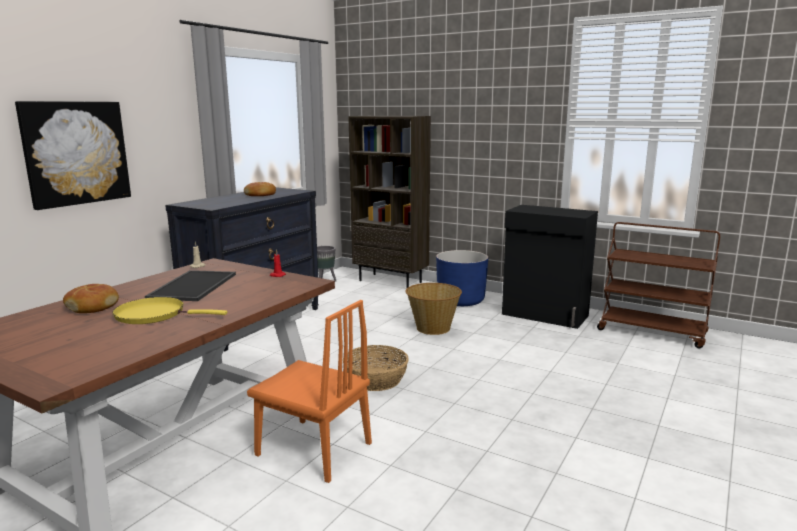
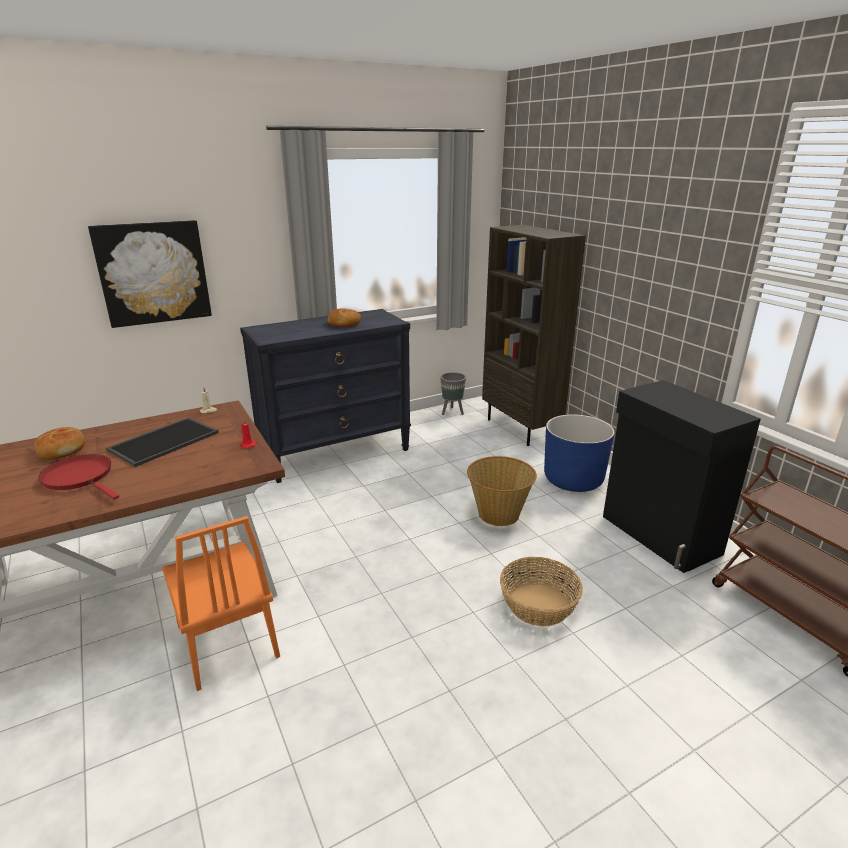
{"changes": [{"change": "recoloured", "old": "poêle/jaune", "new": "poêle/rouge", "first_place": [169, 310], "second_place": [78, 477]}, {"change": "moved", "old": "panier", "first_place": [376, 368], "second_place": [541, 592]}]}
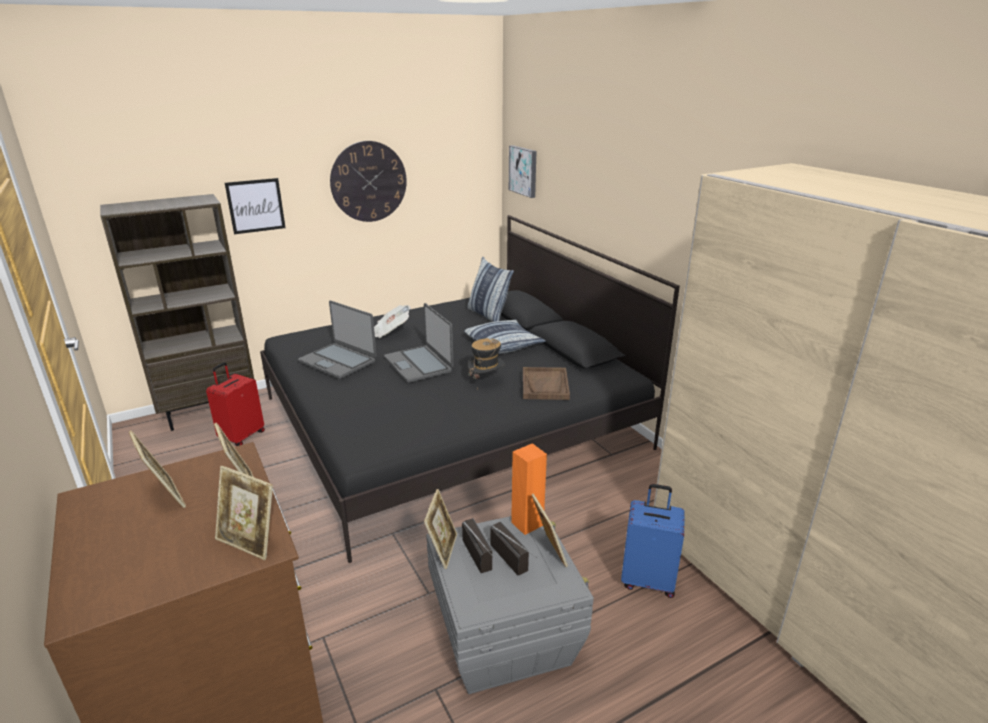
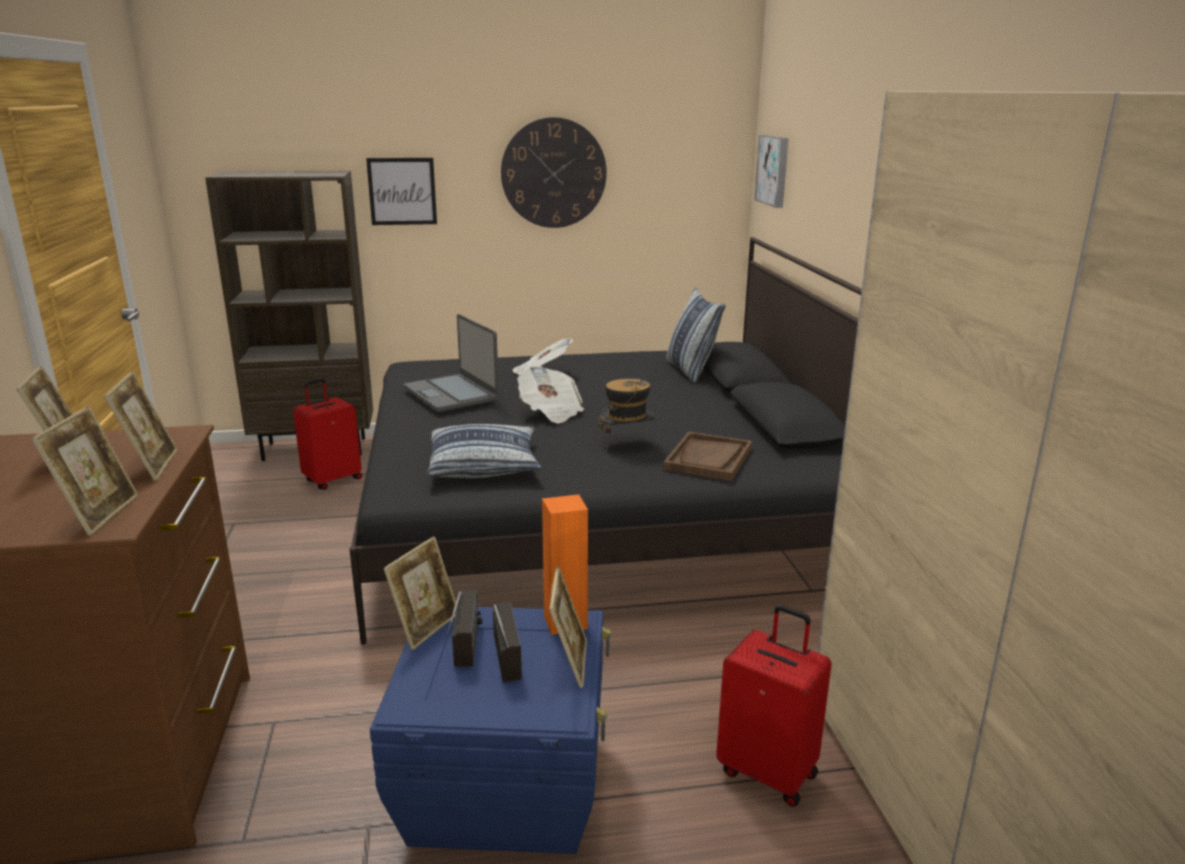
{"changes": [{"change": "turned", "old": "cadre photo", "first_place": [244, 513], "second_place": [84, 471], "degrees": -135}, {"change": "replaced", "old": "ordinateur portable", "new": "journal", "first_place": [419, 343], "second_place": [550, 395]}, {"change": "recoloured", "old": "boîte de rangement/gris", "new": "boîte de rangement/bleu", "first_place": [510, 605], "second_place": [490, 730]}, {"change": "moved", "old": "coussin", "first_place": [505, 336], "second_place": [484, 451]}, {"change": "recoloured", "old": "valise/bleu", "new": "valise/rouge", "first_place": [653, 541], "second_place": [774, 706]}]}
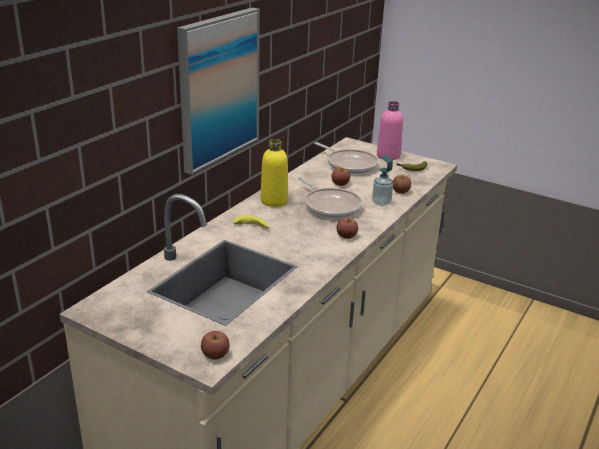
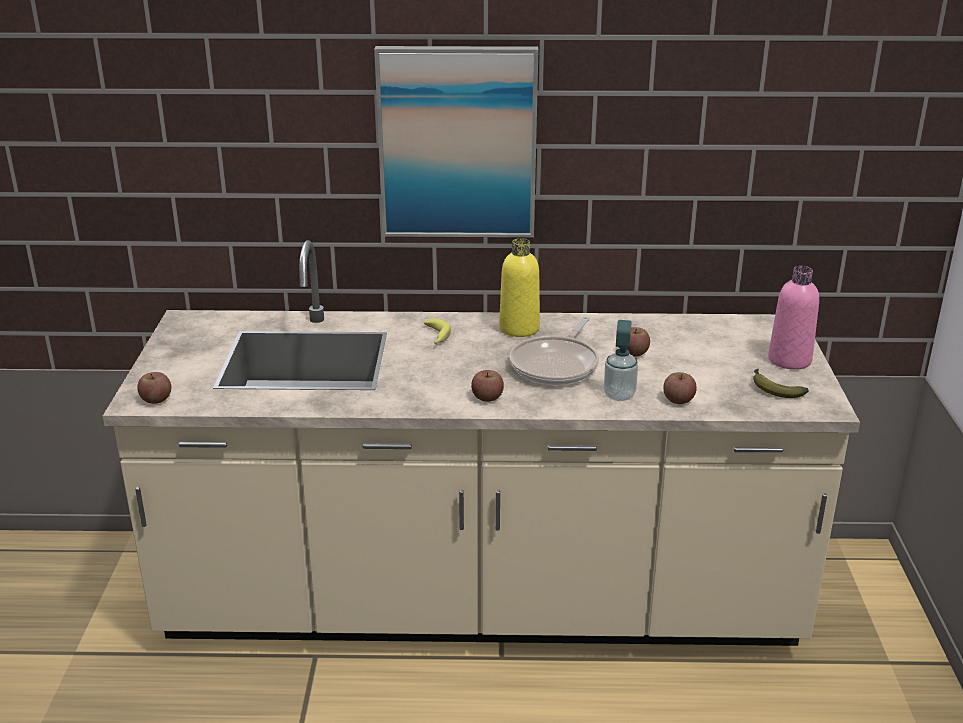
{"changes": [{"change": "removed", "old": "poêle", "first_place": [346, 158]}]}
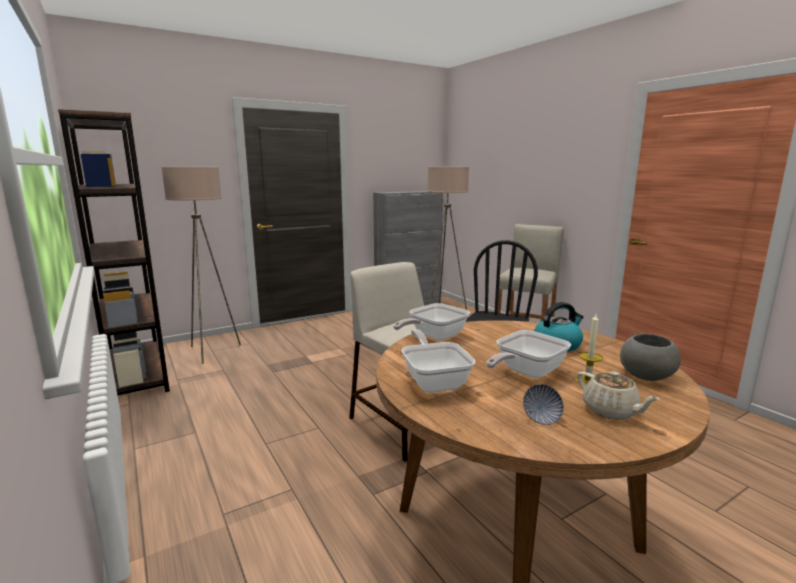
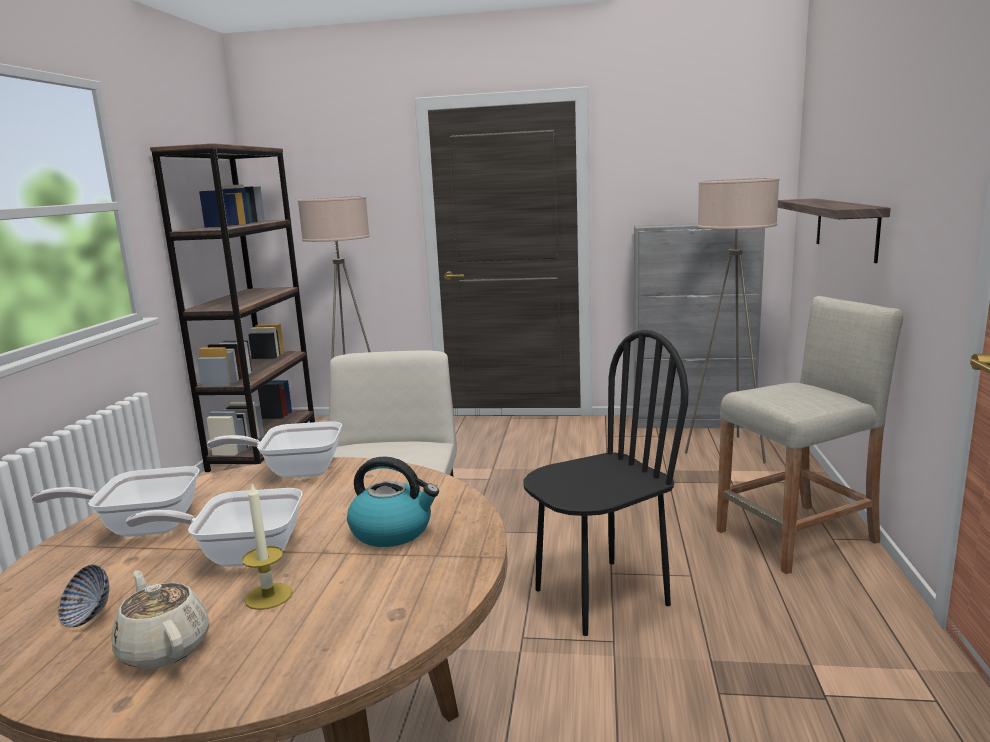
{"changes": [{"change": "turned", "old": "poêle", "first_place": [439, 361], "second_place": [116, 501], "degrees": -120}, {"change": "turned", "old": "théière/beige", "first_place": [618, 395], "second_place": [161, 619], "degrees": 135}, {"change": "removed", "old": "bol/gris", "first_place": [650, 357]}, {"change": "added", "new": "étagère", "second_place": [834, 231]}]}
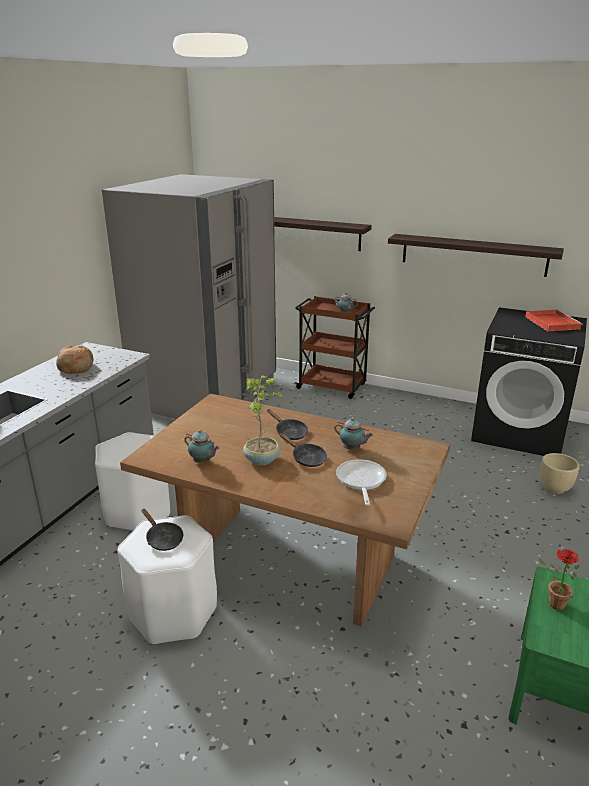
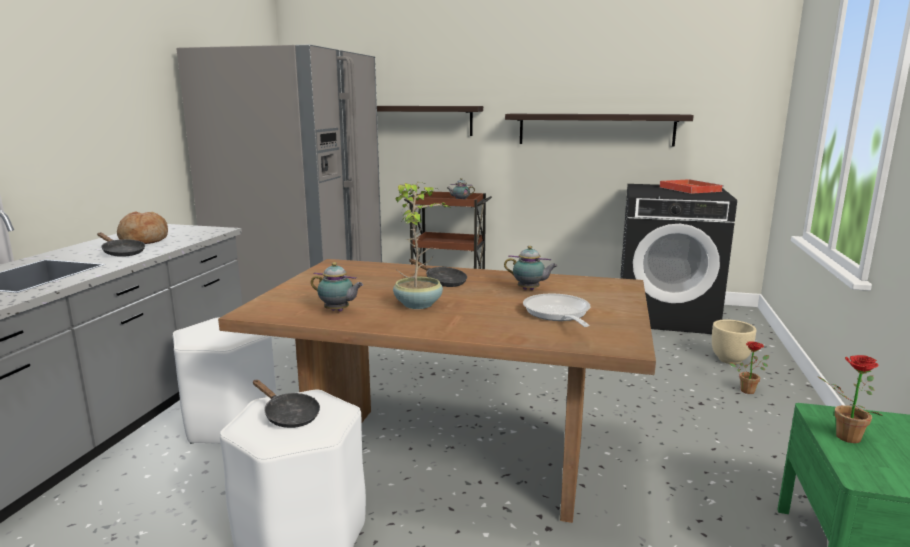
{"changes": [{"change": "moved", "old": "poêle/noir", "first_place": [303, 450], "second_place": [121, 245]}, {"change": "added", "new": "plante en pot", "second_place": [749, 367]}]}
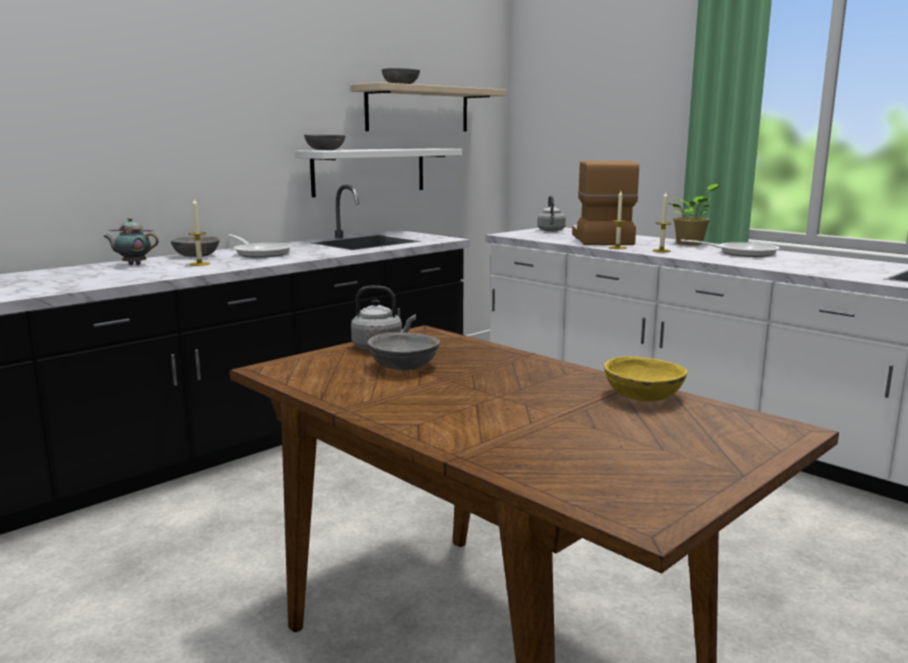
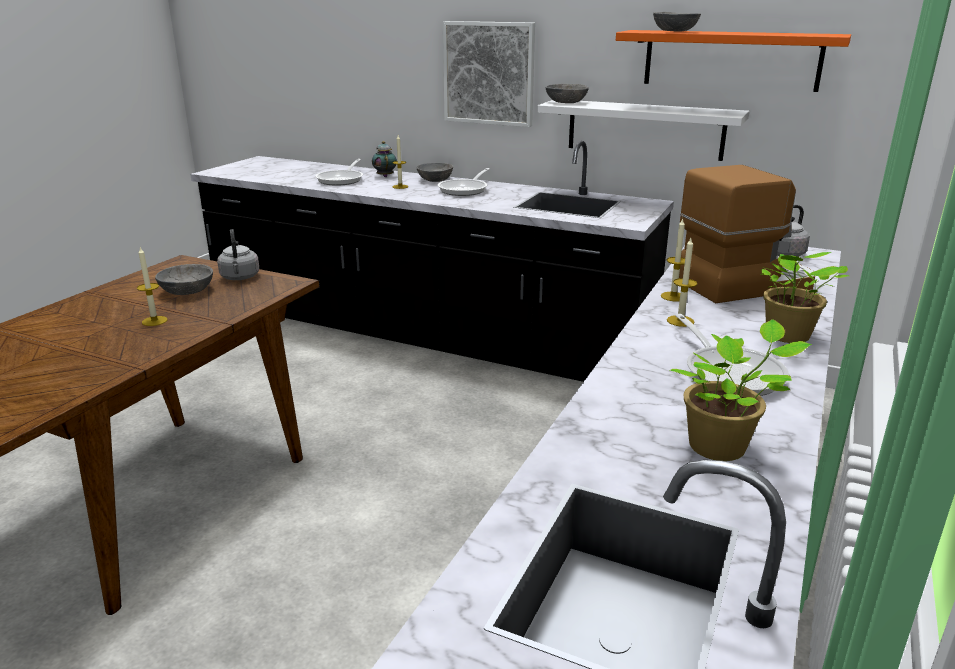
{"changes": [{"change": "recoloured", "old": "étagère/beige", "new": "étagère/orange", "first_place": [428, 106], "second_place": [733, 61]}, {"change": "removed", "old": "bol/jaune", "first_place": [645, 378]}, {"change": "added", "new": "bougie", "second_place": [152, 286]}, {"change": "added", "new": "poêle", "second_place": [339, 172]}, {"change": "added", "new": "tableau", "second_place": [489, 74]}, {"change": "added", "new": "plante en pot", "second_place": [741, 390]}]}
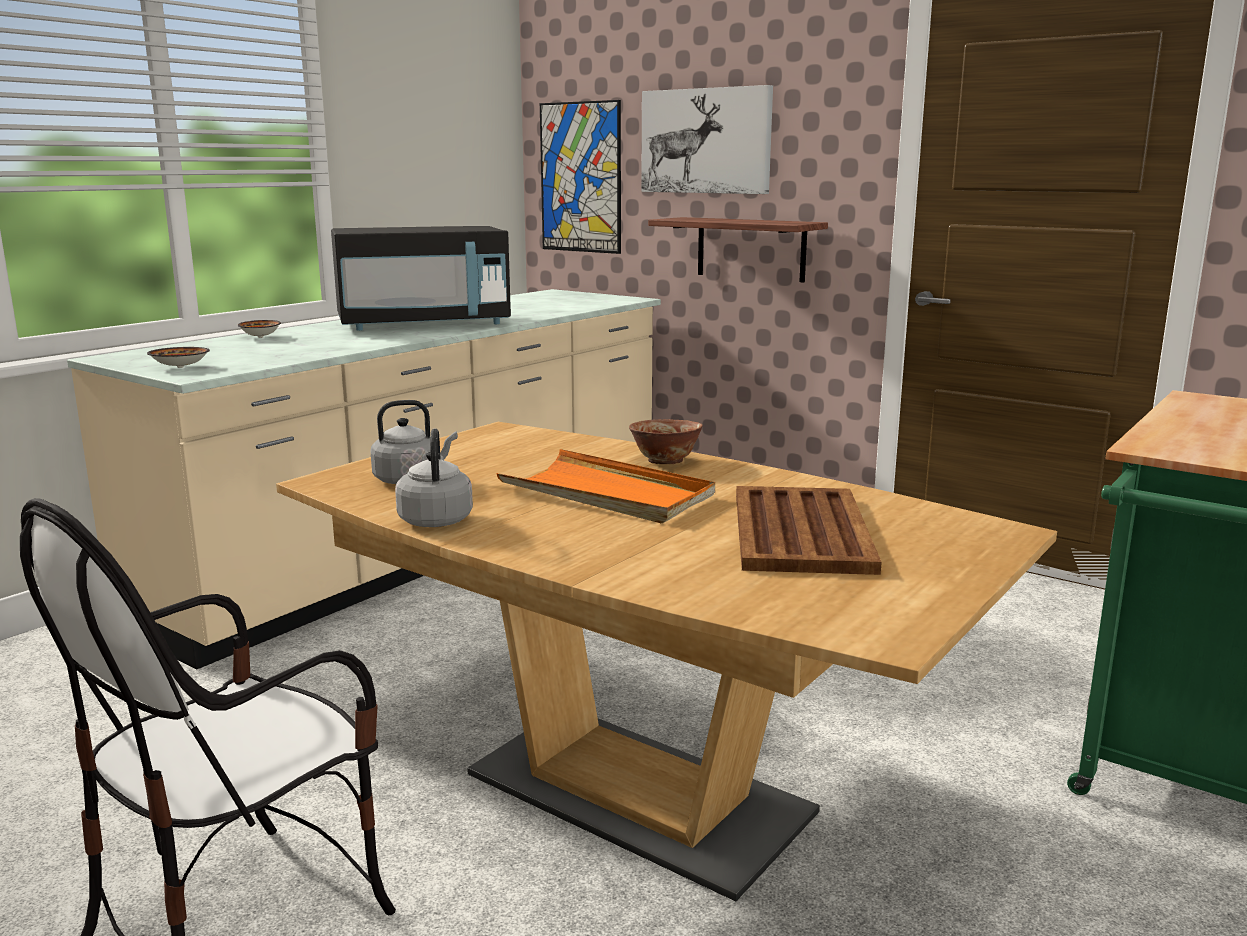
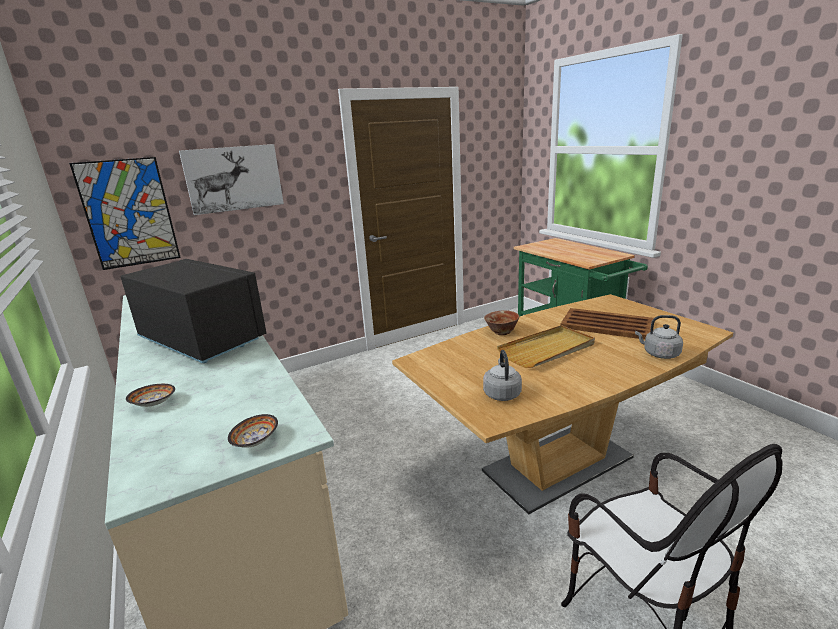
{"changes": [{"change": "turned", "old": "micro-ondes/noir", "first_place": [421, 278], "second_place": [193, 311], "degrees": -60}, {"change": "moved", "old": "bouilloire/gris", "first_place": [434, 478], "second_place": [659, 337]}, {"change": "recoloured", "old": "plateau/orange", "new": "plateau/beige", "first_place": [605, 486], "second_place": [546, 346]}, {"change": "removed", "old": "étagère", "first_place": [738, 250]}]}
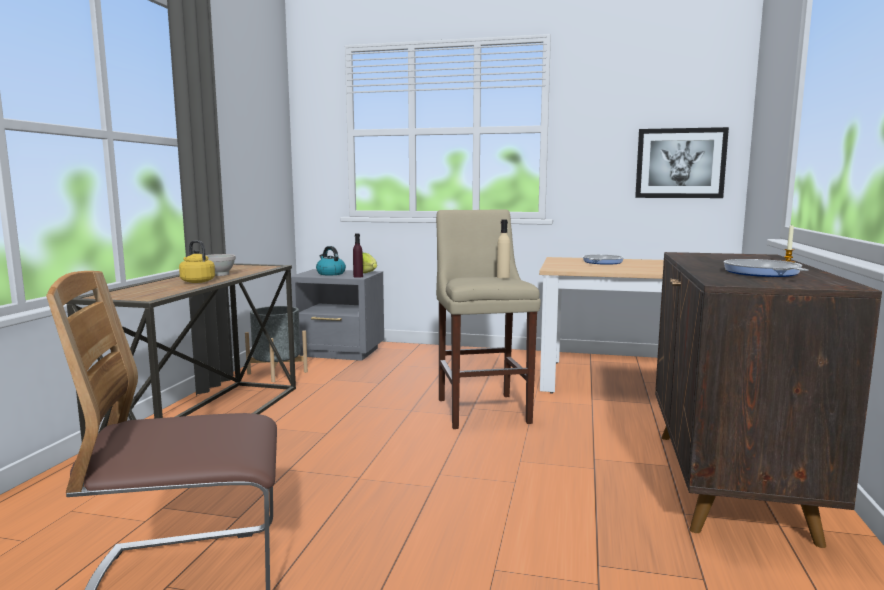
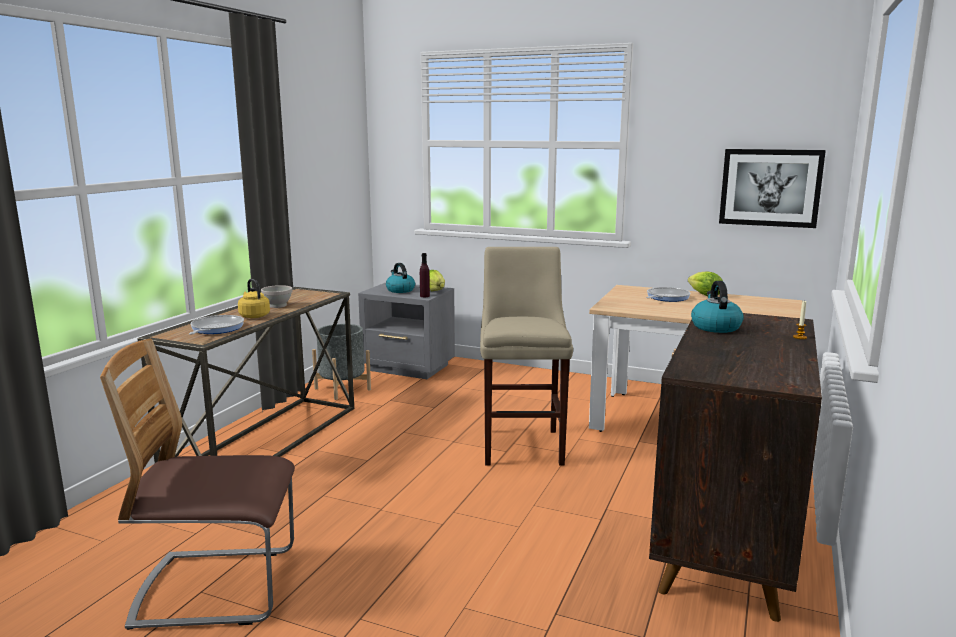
{"changes": [{"change": "removed", "old": "bouteille/beige", "first_place": [503, 249]}, {"change": "moved", "old": "poêle", "first_place": [766, 268], "second_place": [216, 324]}, {"change": "added", "new": "laitue", "second_place": [705, 283]}, {"change": "added", "new": "bouilloire", "second_place": [717, 307]}]}
